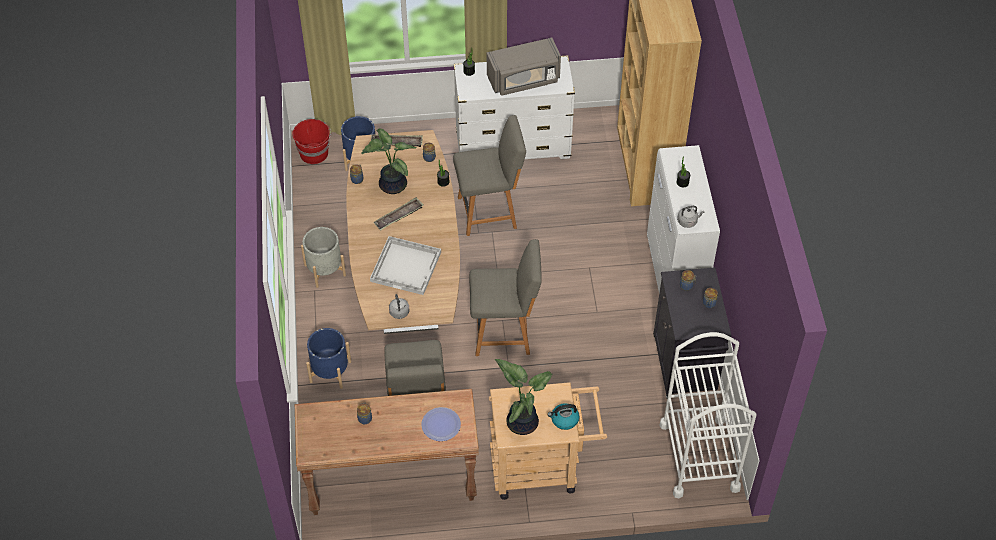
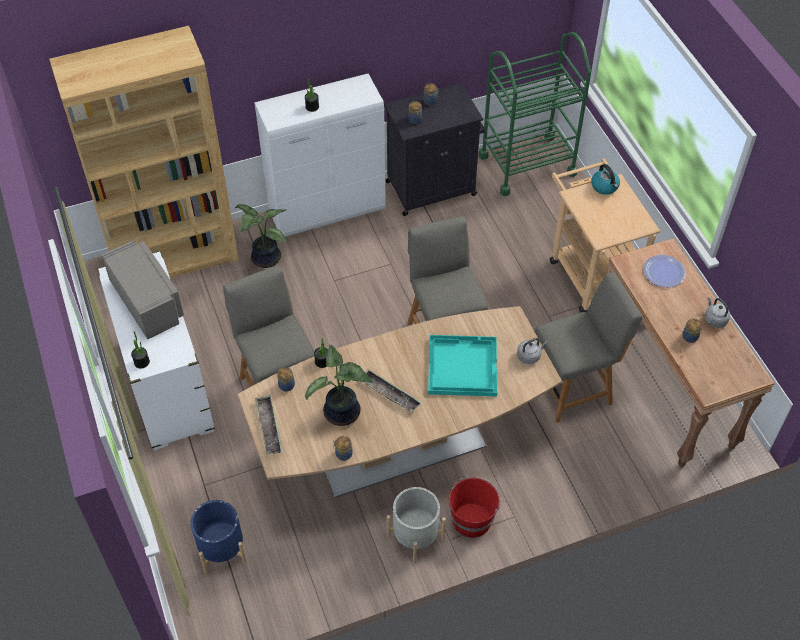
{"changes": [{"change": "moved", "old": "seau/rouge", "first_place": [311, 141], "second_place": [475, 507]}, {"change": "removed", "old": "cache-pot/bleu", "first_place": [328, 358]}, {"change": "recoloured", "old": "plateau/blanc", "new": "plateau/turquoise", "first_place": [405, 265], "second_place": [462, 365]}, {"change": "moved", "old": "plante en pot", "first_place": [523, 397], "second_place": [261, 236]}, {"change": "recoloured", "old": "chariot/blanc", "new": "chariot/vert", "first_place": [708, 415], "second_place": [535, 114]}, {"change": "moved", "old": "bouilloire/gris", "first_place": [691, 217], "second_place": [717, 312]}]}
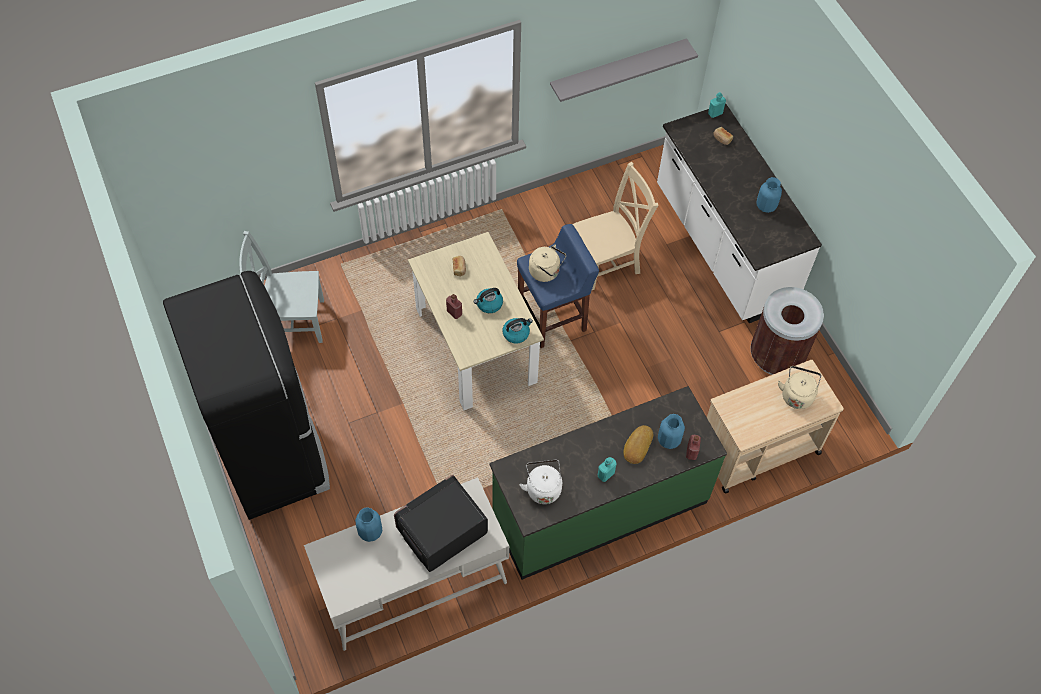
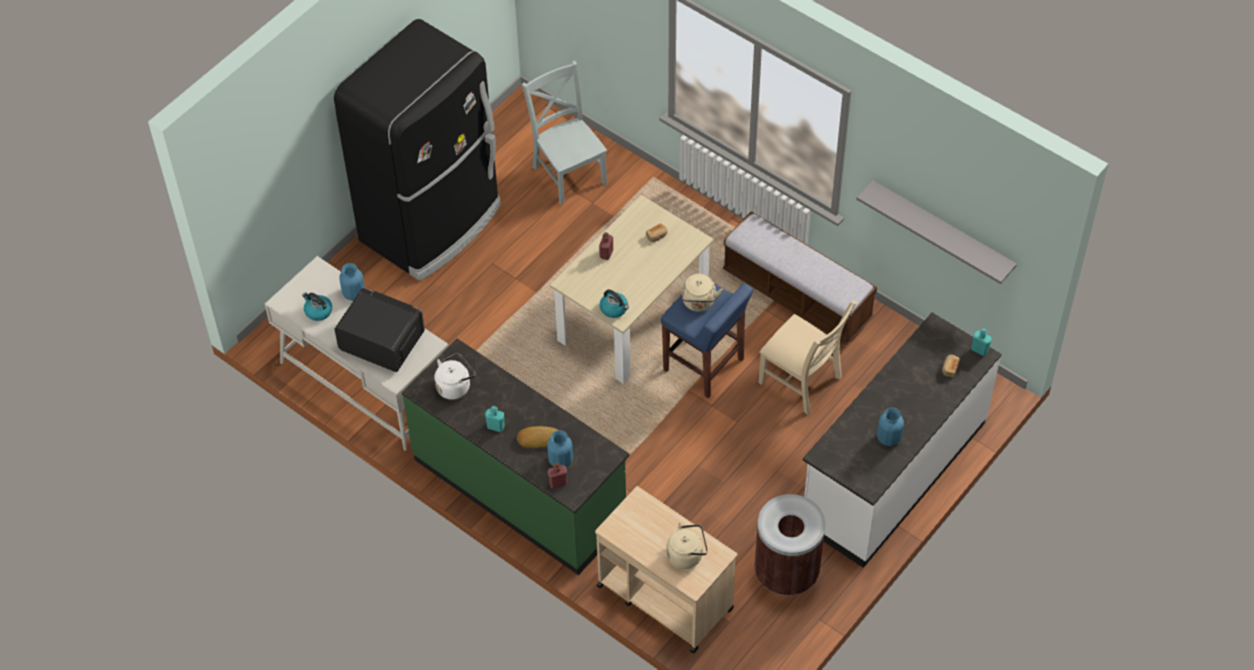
{"changes": [{"change": "moved", "old": "bouilloire", "first_place": [488, 300], "second_place": [317, 306]}, {"change": "added", "new": "banc", "second_place": [800, 278]}]}
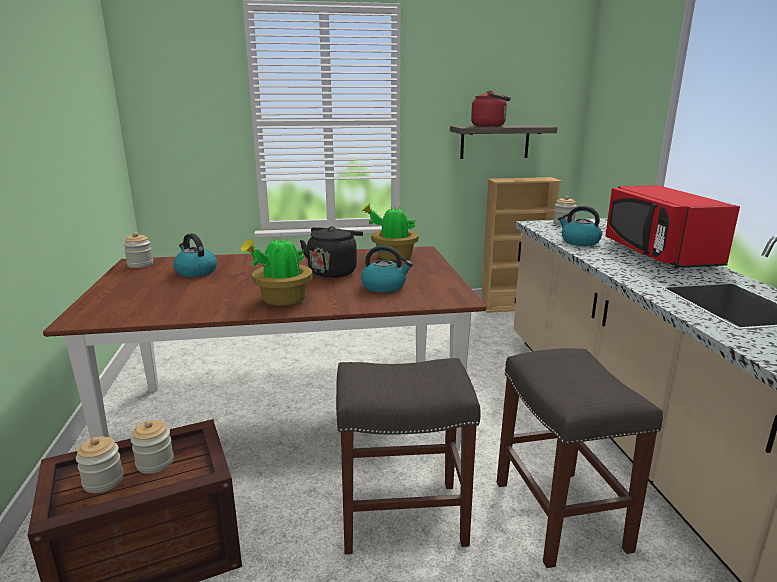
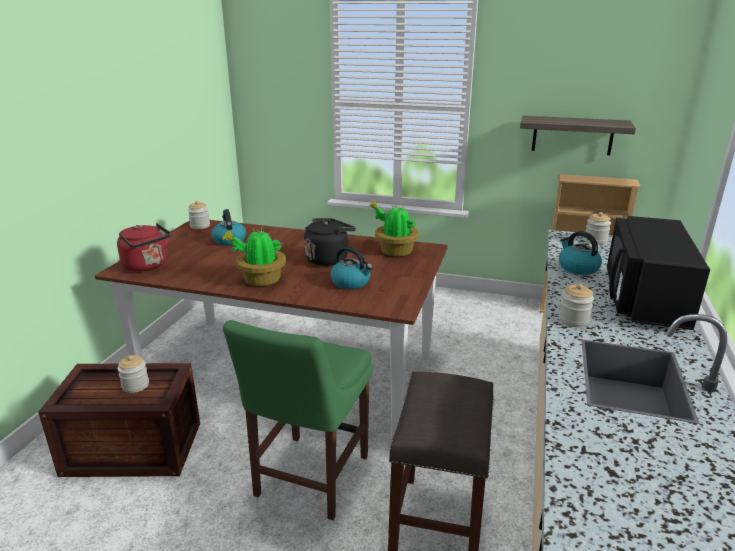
{"changes": [{"change": "moved", "old": "bocal", "first_place": [99, 464], "second_place": [576, 305]}, {"change": "replaced", "old": "tabouret/gris", "new": "chaise/vert", "first_place": [408, 456], "second_place": [298, 420]}, {"change": "moved", "old": "bouilloire/rouge", "first_place": [491, 109], "second_place": [144, 247]}, {"change": "recoloured", "old": "micro-ondes/rouge", "new": "micro-ondes/noir", "first_place": [672, 227], "second_place": [658, 273]}]}
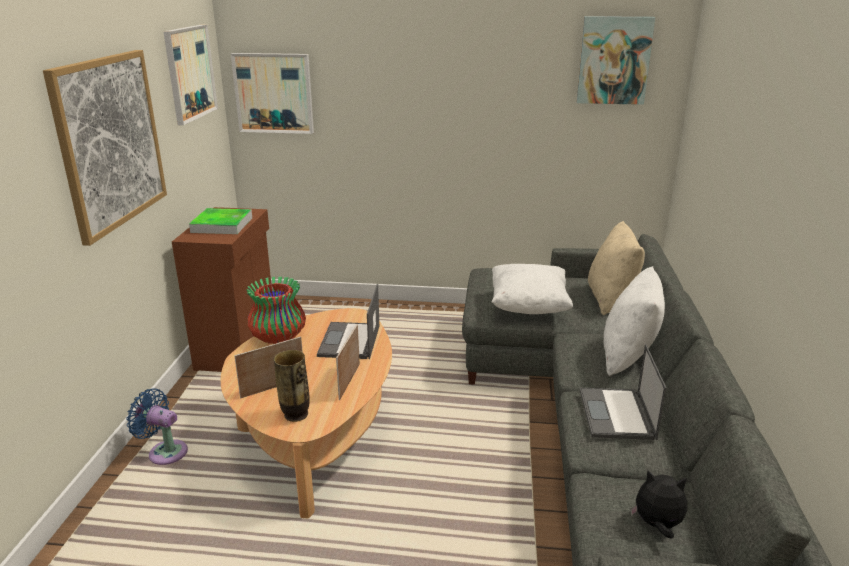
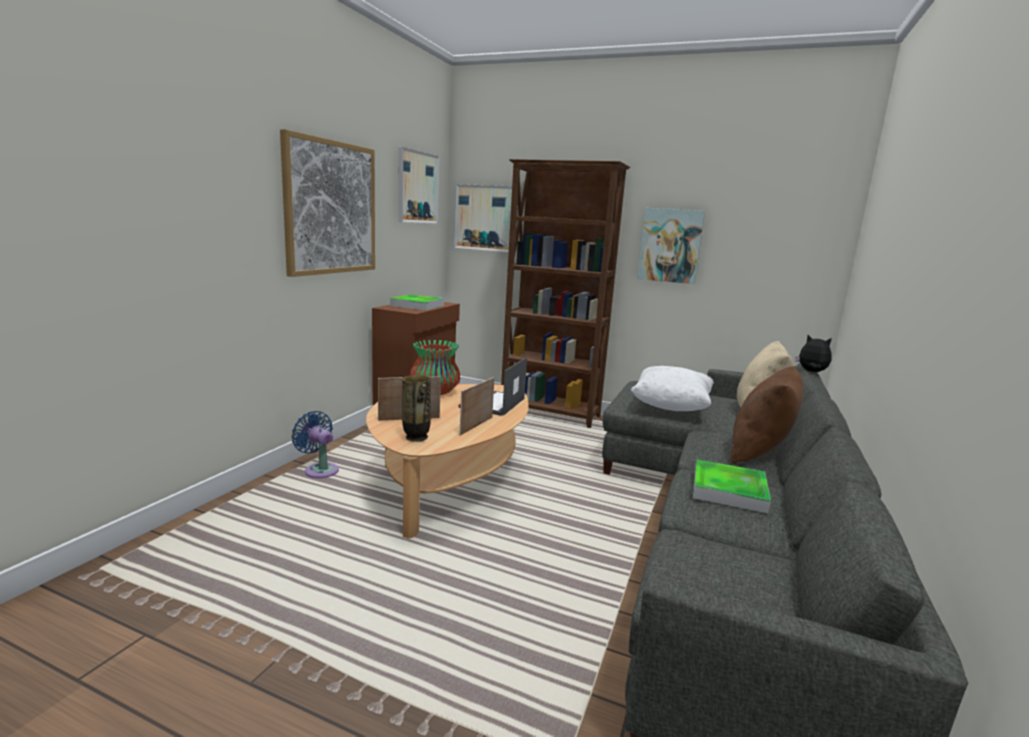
{"changes": [{"change": "moved", "old": "tableau", "first_place": [616, 60], "second_place": [671, 246]}, {"change": "replaced", "old": "ordinateur portable", "new": "plateau", "first_place": [623, 392], "second_place": [732, 486]}, {"change": "recoloured", "old": "coussin/blanc", "new": "coussin/marron", "first_place": [634, 321], "second_place": [767, 414]}, {"change": "moved", "old": "peluche", "first_place": [658, 504], "second_place": [813, 353]}, {"change": "added", "new": "bibliothèque/marron", "second_place": [565, 293]}]}
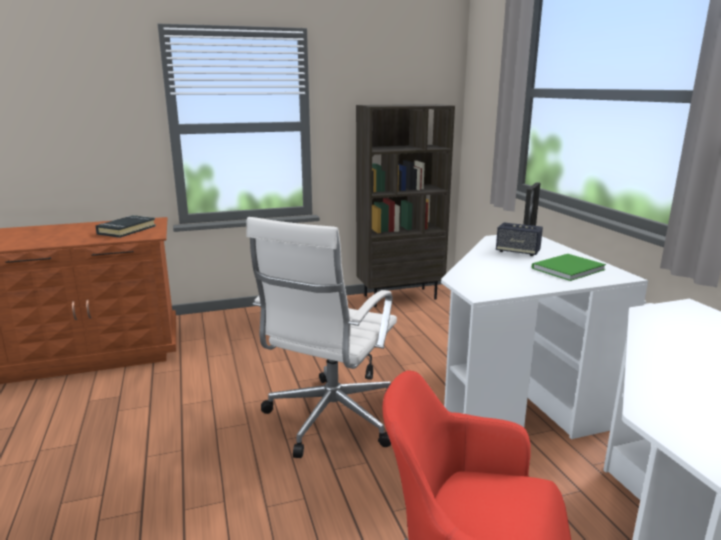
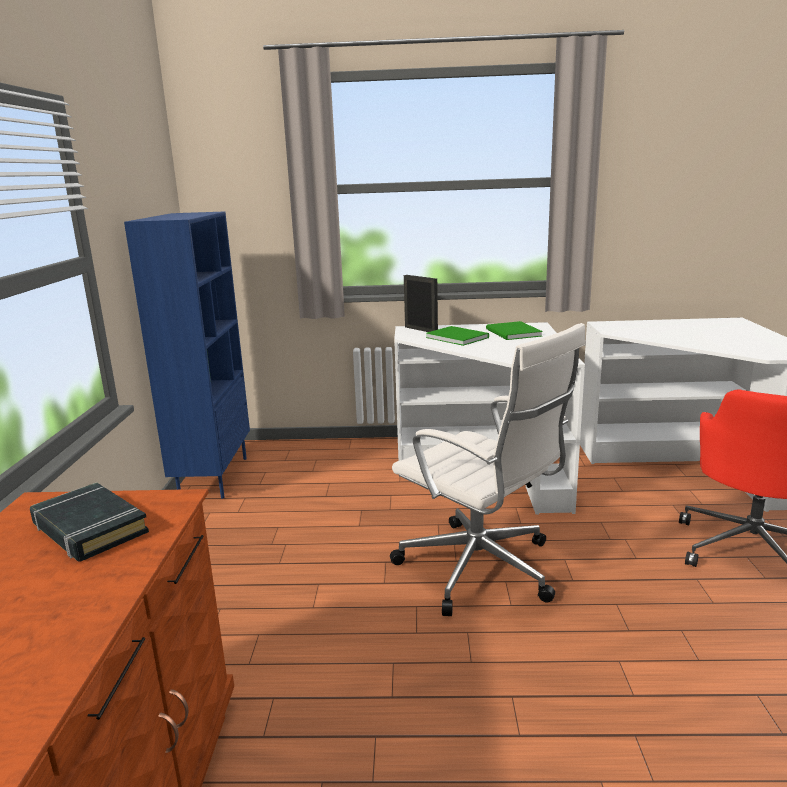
{"changes": [{"change": "recoloured", "old": "bibliothèque/marron", "new": "bibliothèque/bleu", "first_place": [405, 205], "second_place": [187, 355]}, {"change": "replaced", "old": "enceinte", "new": "livre/vert", "first_place": [519, 239], "second_place": [457, 336]}]}
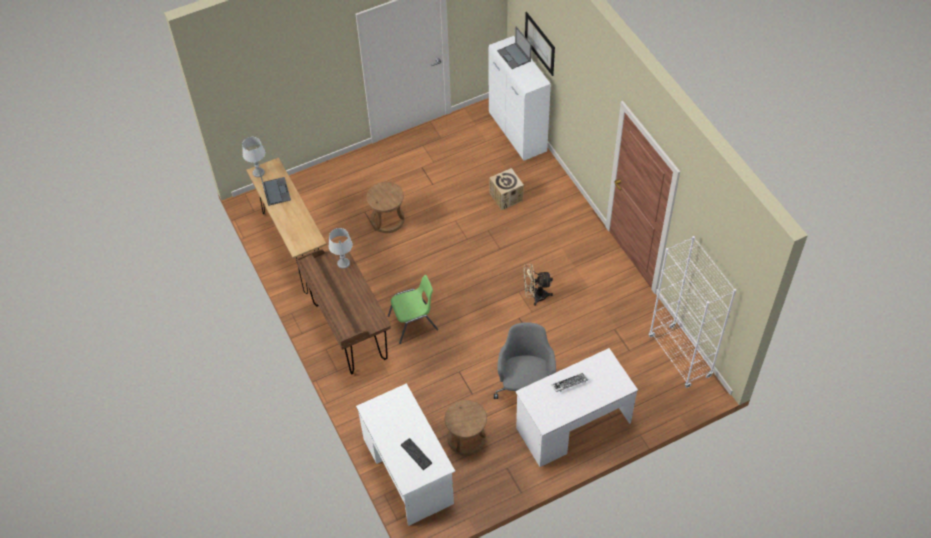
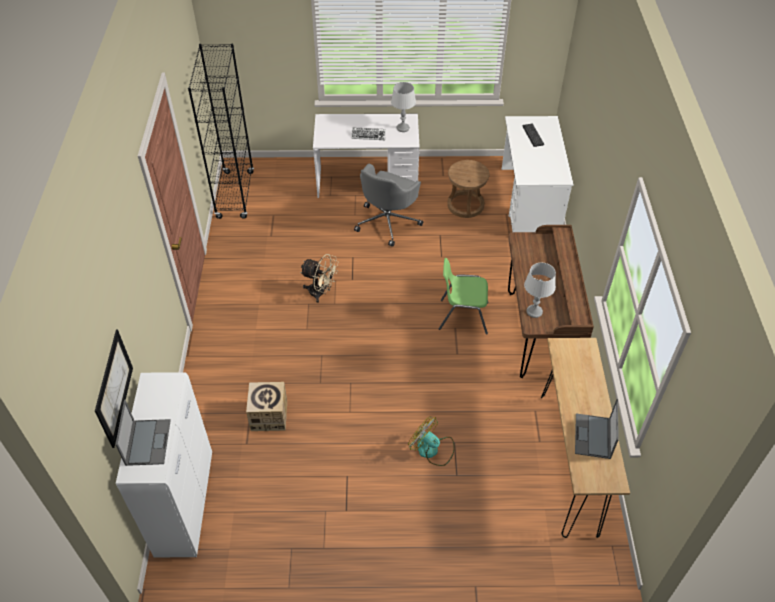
{"changes": [{"change": "moved", "old": "lampe de table/gris", "first_place": [253, 157], "second_place": [403, 107]}, {"change": "replaced", "old": "tabouret/marron", "new": "ventilateur", "first_place": [385, 207], "second_place": [431, 441]}, {"change": "recoloured", "old": "bibliothèque/blanc", "new": "bibliothèque/noir", "first_place": [692, 312], "second_place": [221, 131]}]}
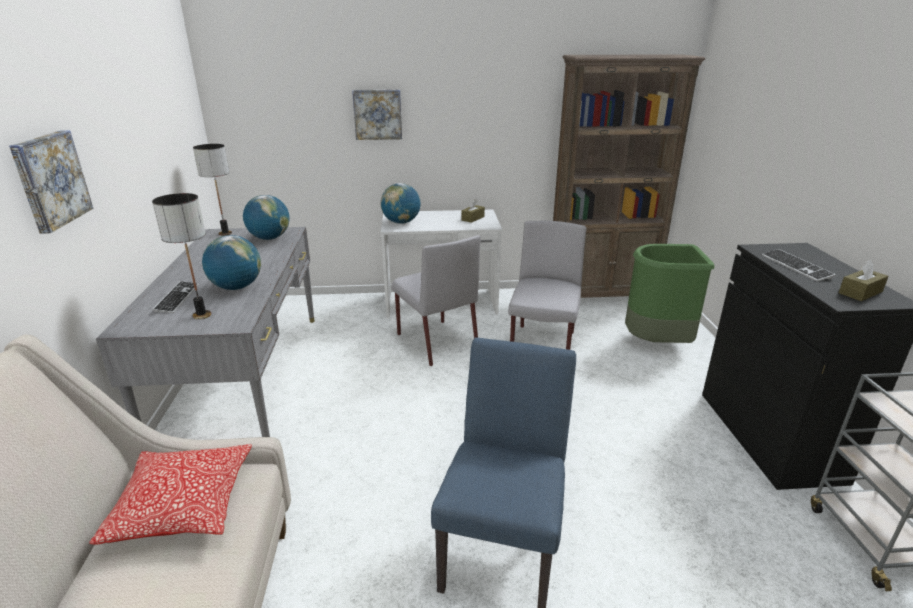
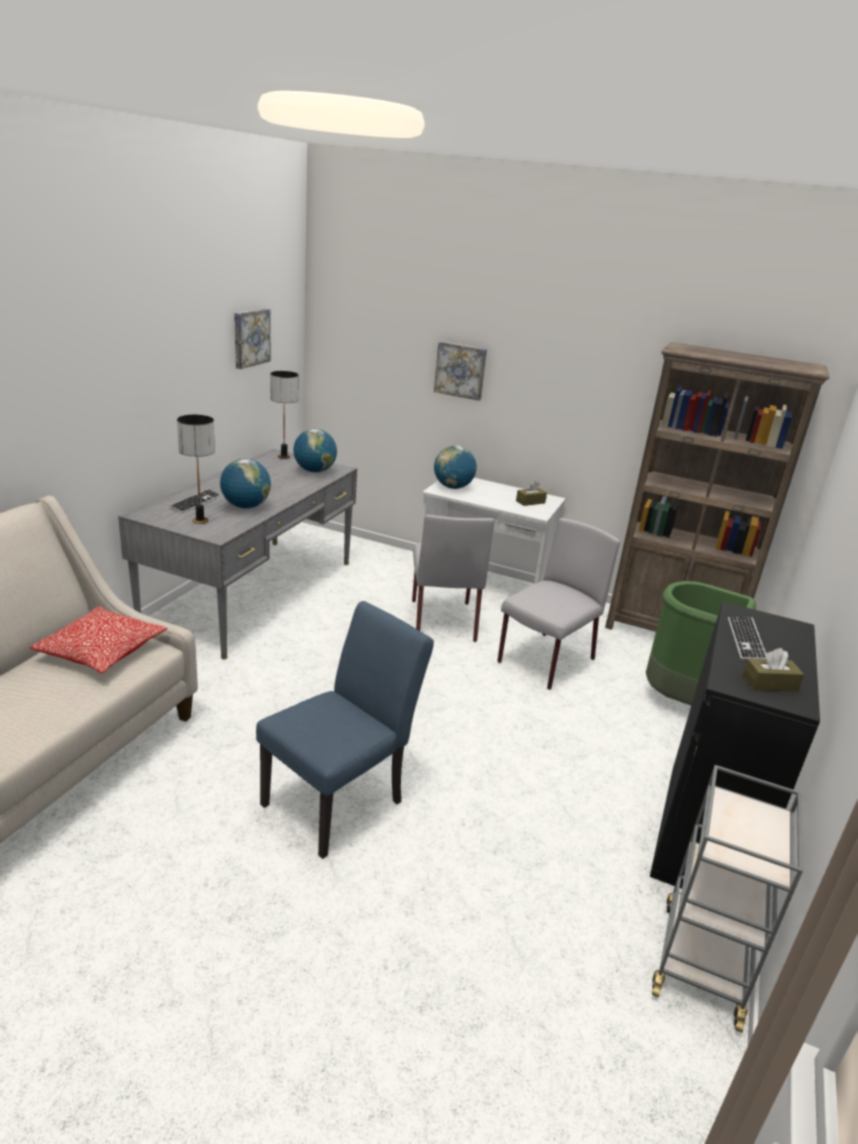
{"changes": [{"change": "moved", "old": "tableau", "first_place": [51, 182], "second_place": [252, 338]}]}
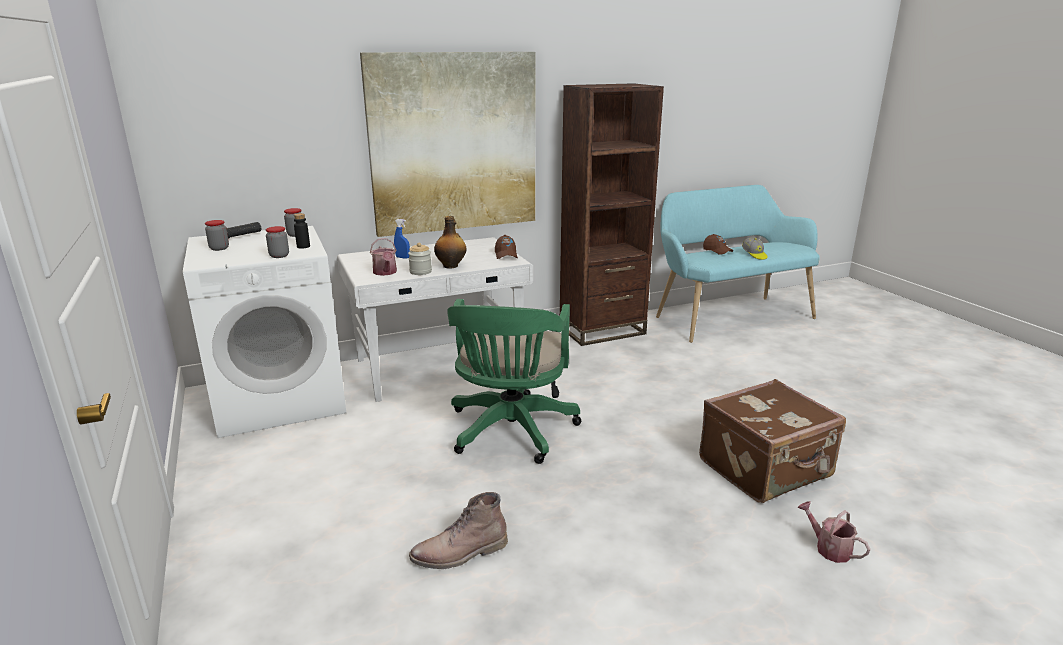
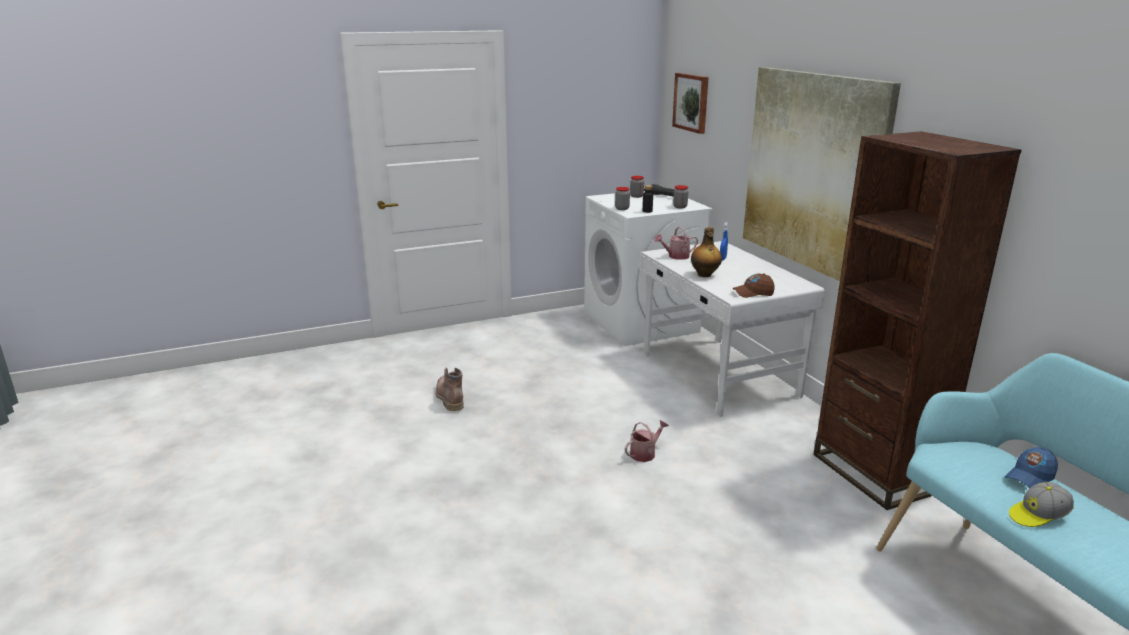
{"changes": [{"change": "removed", "old": "bocal", "first_place": [420, 259]}, {"change": "removed", "old": "chaise de bureau/vert", "first_place": [514, 381]}, {"change": "removed", "old": "valise/marron", "first_place": [772, 441]}, {"change": "recoloured", "old": "casquette/marron", "new": "casquette/bleu", "first_place": [718, 244], "second_place": [1031, 467]}, {"change": "moved", "old": "arrosoir", "first_place": [834, 532], "second_place": [647, 441]}, {"change": "added", "new": "tableau", "second_place": [690, 103]}]}
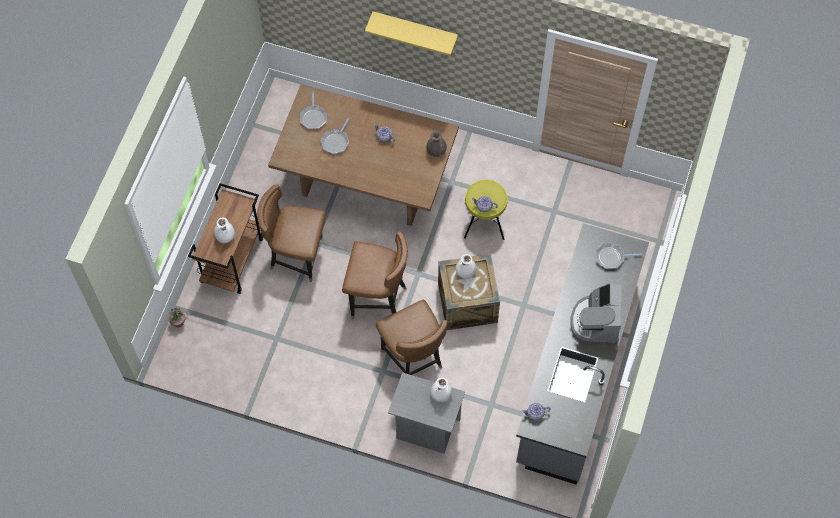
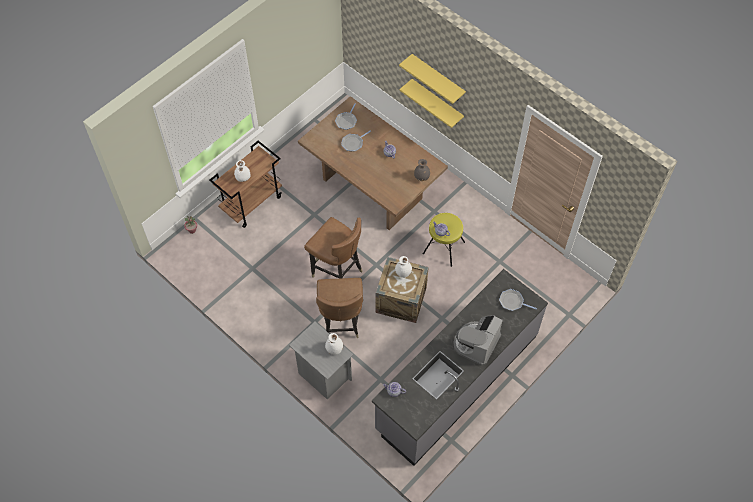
{"changes": [{"change": "removed", "old": "chaise/marron", "first_place": [291, 233]}, {"change": "added", "new": "étagère/jaune", "second_place": [431, 103]}]}
